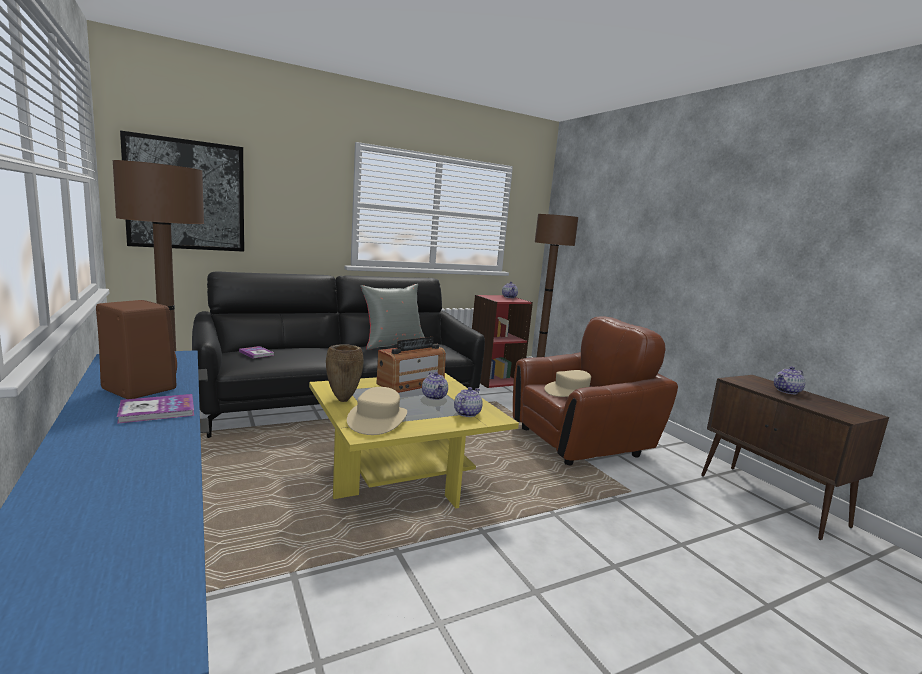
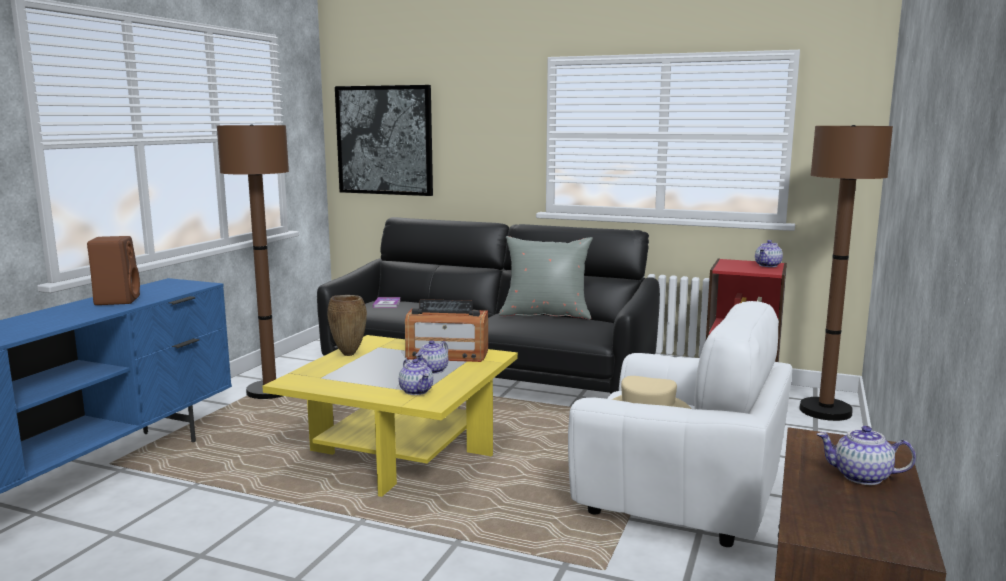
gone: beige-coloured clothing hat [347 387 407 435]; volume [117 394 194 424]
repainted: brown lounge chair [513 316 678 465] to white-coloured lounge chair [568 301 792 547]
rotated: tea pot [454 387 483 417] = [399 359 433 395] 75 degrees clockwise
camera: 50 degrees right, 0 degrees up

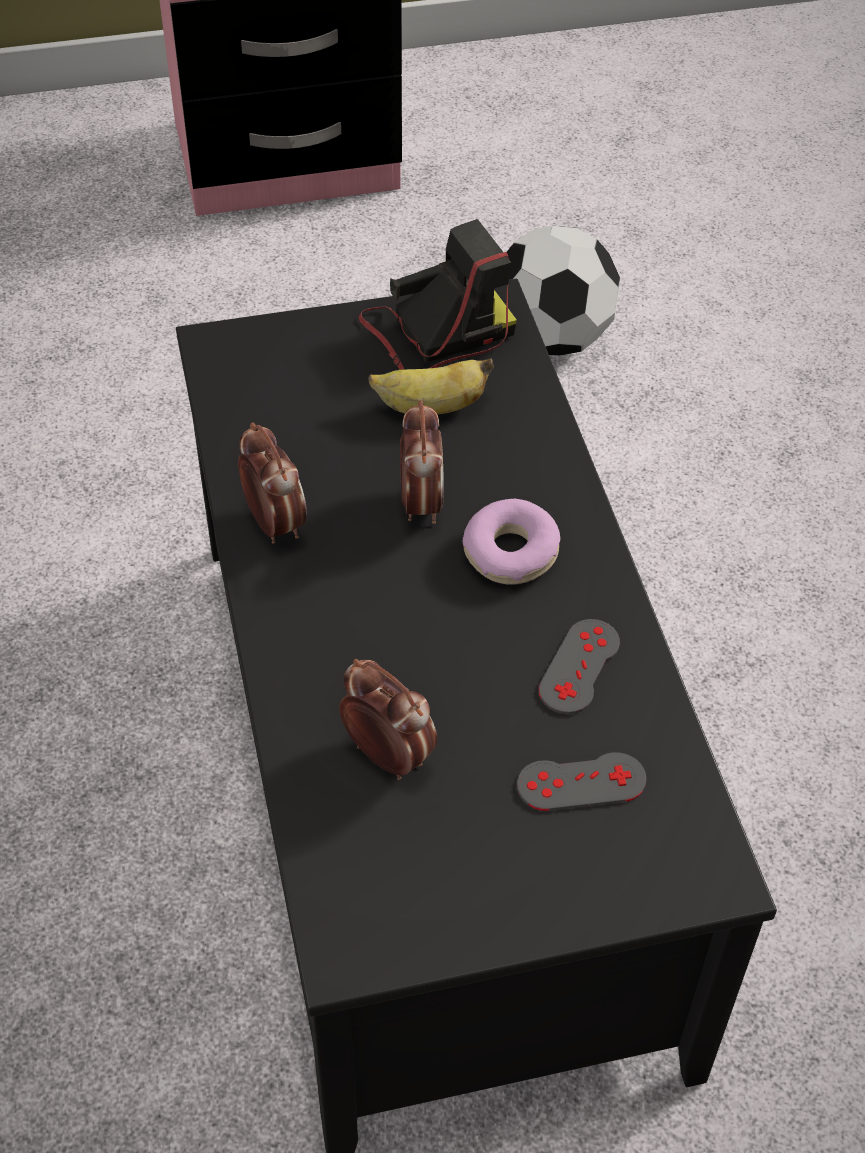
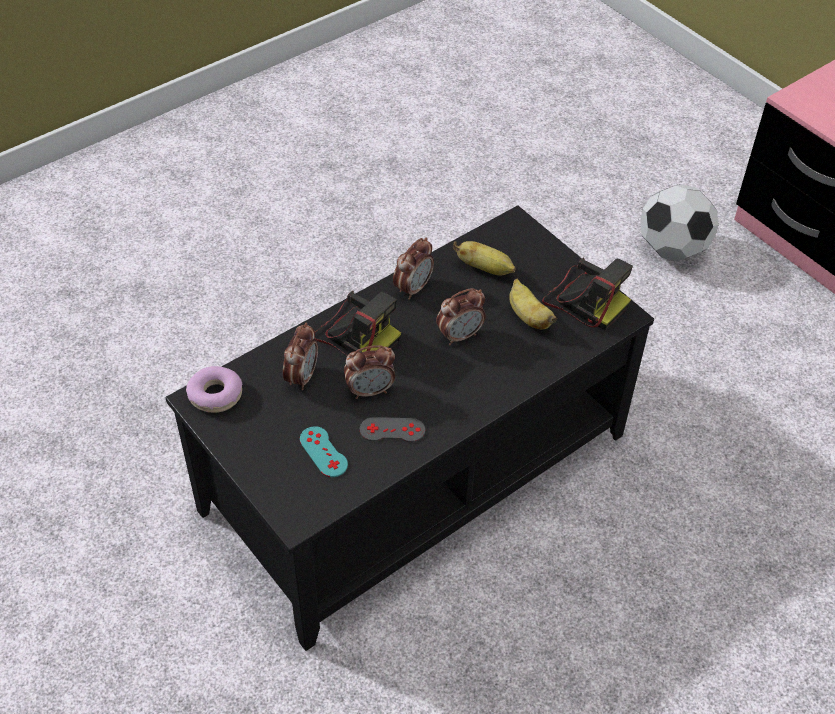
new: banana fruit [453 241 515 275]; photo camera [314 291 401 356]; table clock [344 345 395 399]
shifted: football [507 226 620 356] to [640 184 718 262]; ring doughnut [463 499 560 584] to [186 366 242 413]
repainted: gray game controller [517 752 646 811] to turquoise game controller [300 426 348 477]
camera: 65 degrees right, 0 degrees up

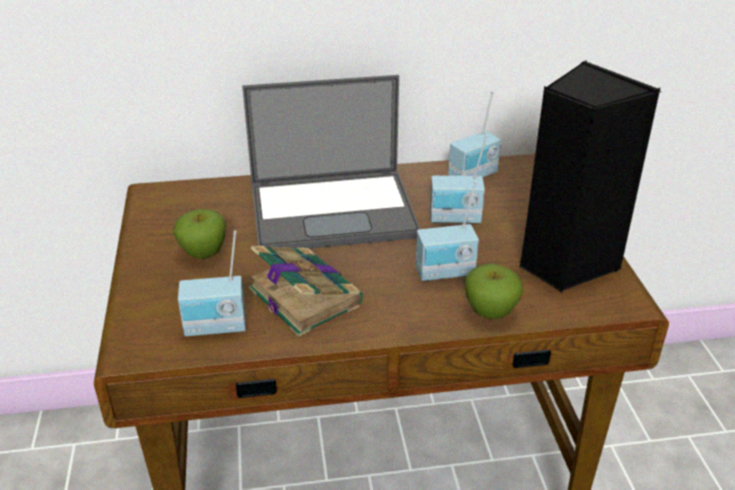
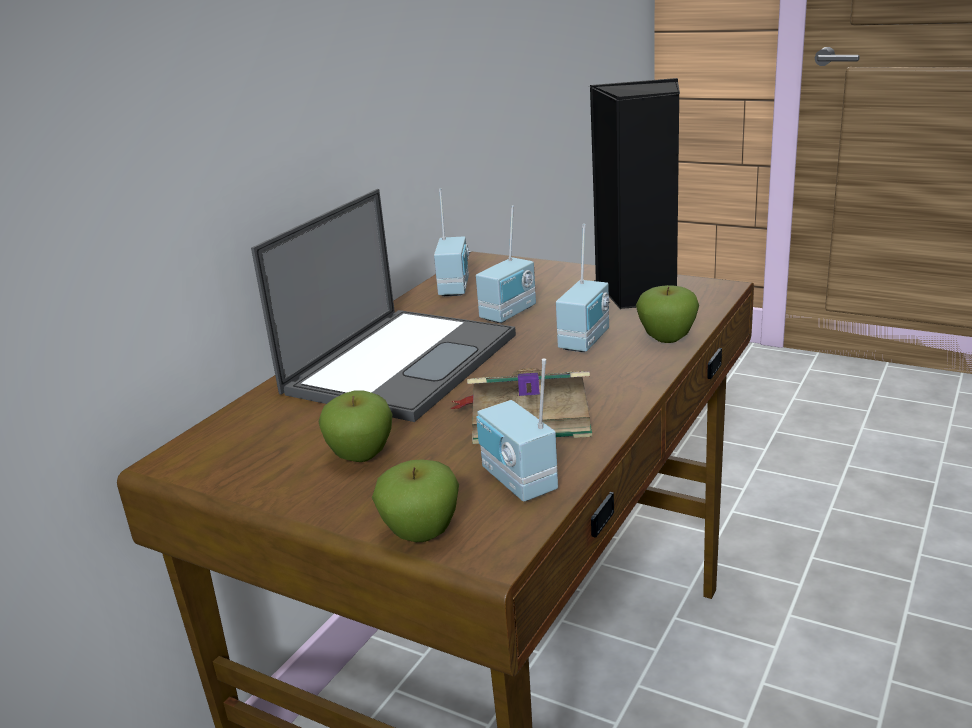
new: apple fruit [372 459 459 542]
rotated: radio receiver [178 231 246 336] = [476 358 558 502] 120 degrees clockwise
camera: 50 degrees left, 10 degrees down

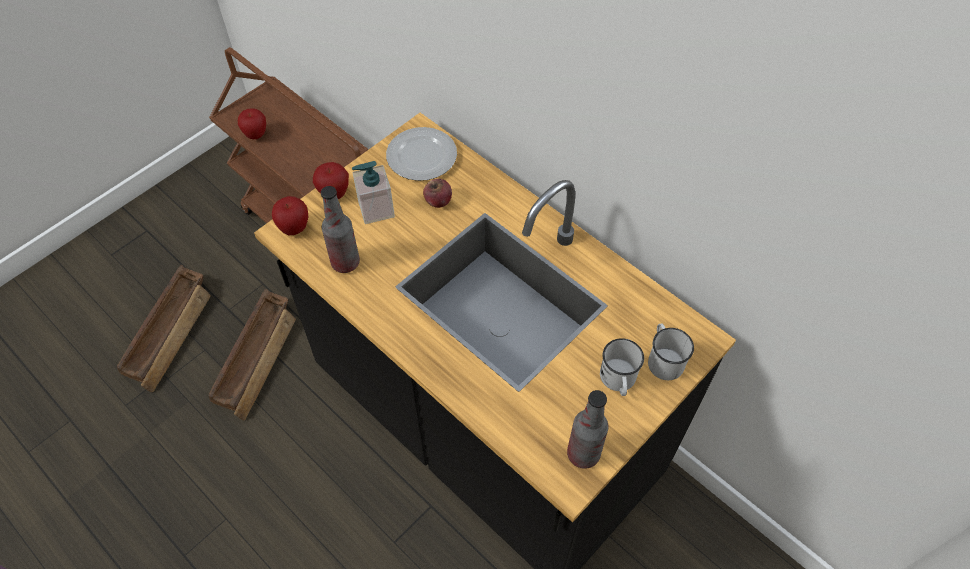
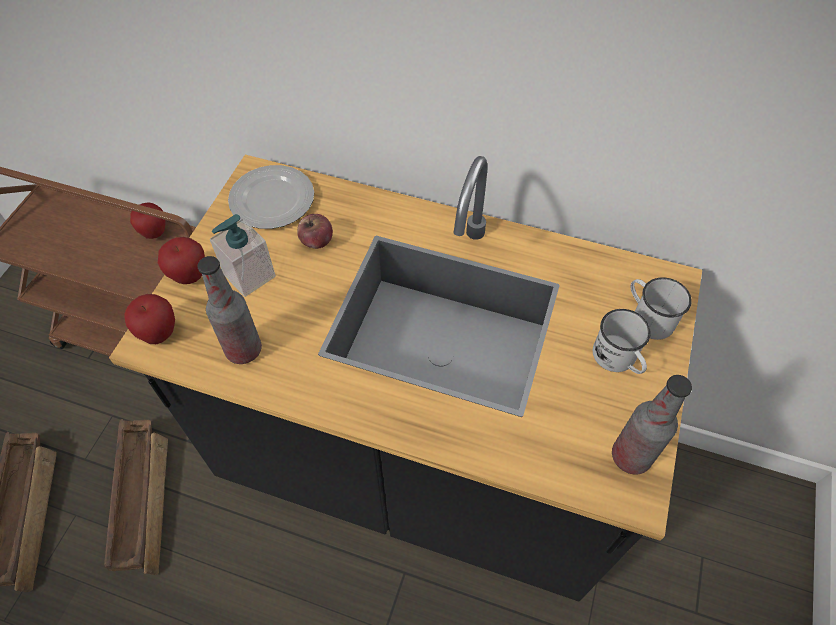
shifted: apple fruit [238 108 266 139] to [130 202 166 239]
camera: 25 degrees left, 0 degrees up

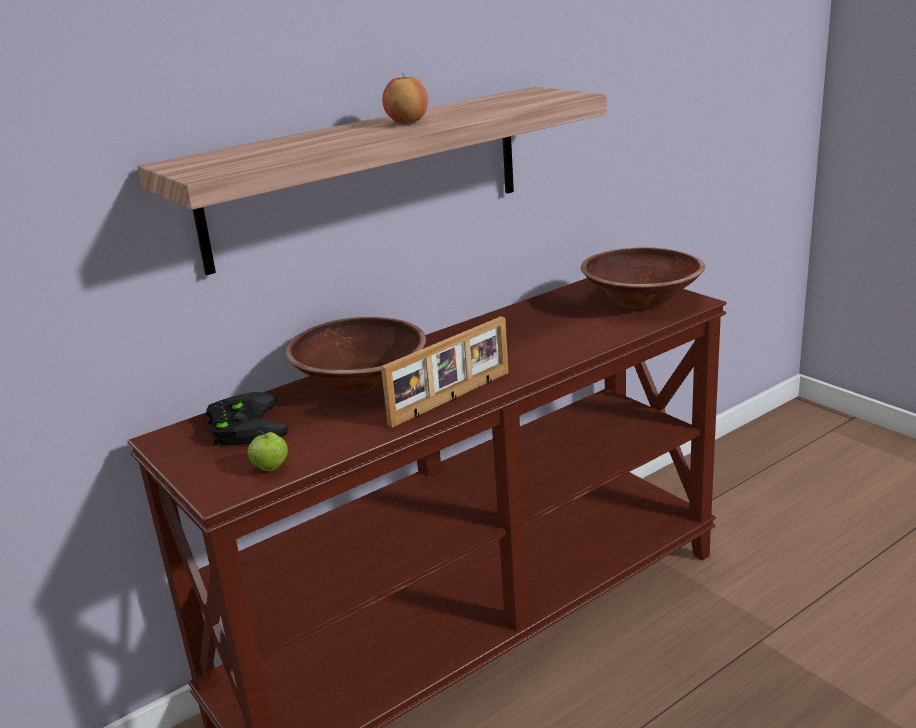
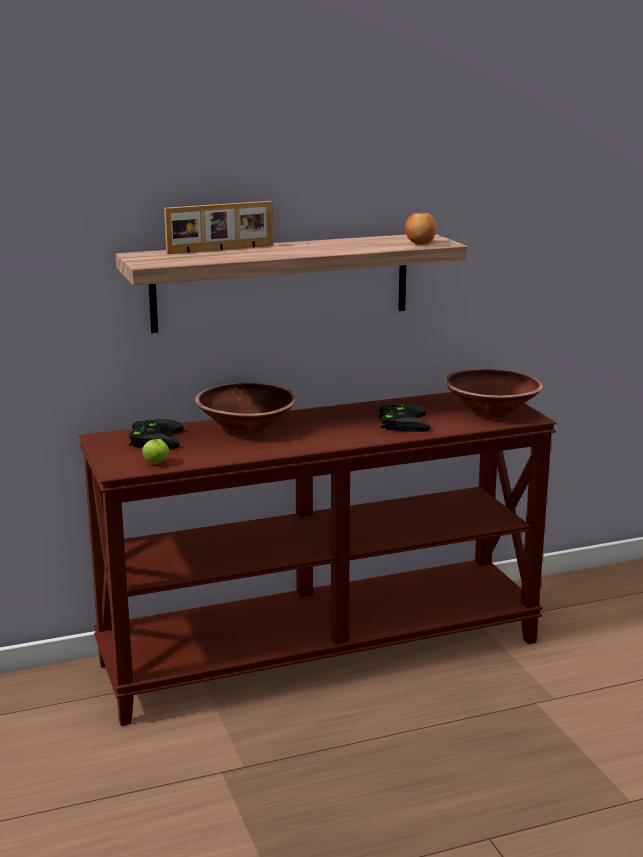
new: black game controller [379 404 431 432]
shifted: apple fruit [382 74 428 124] to [405 212 437 244]; picture frame [381 316 509 428] to [164 201 273 254]
camera: 15 degrees right, 5 degrees down

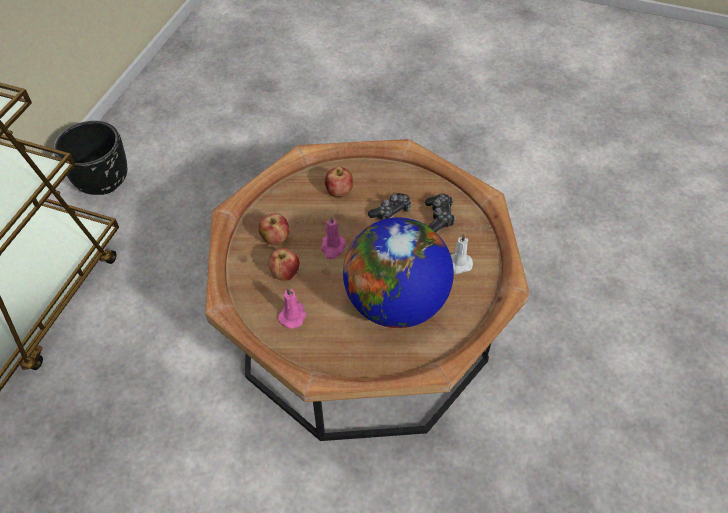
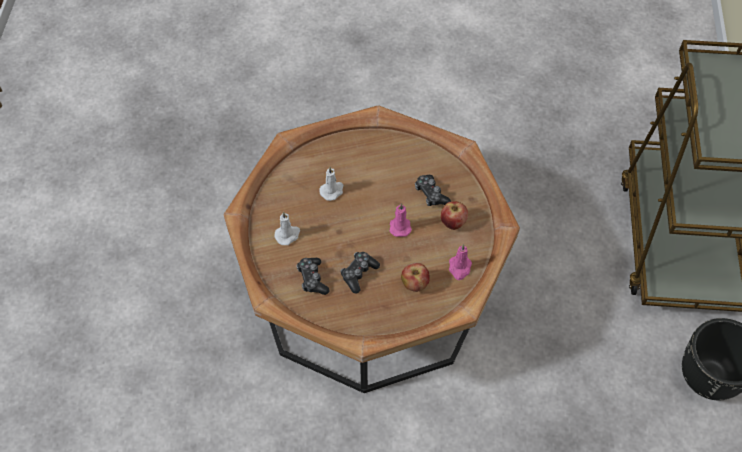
shifted: pink-coloured wax light [278 287 307 329] to [449 244 472 280]
swapped: desk globe [343 218 454 328] to white-coloured wax light [319 167 343 201]; apple fruit [268 248 300 281] to game controller [415 175 451 206]
camera: 165 degrees right, 5 degrees up

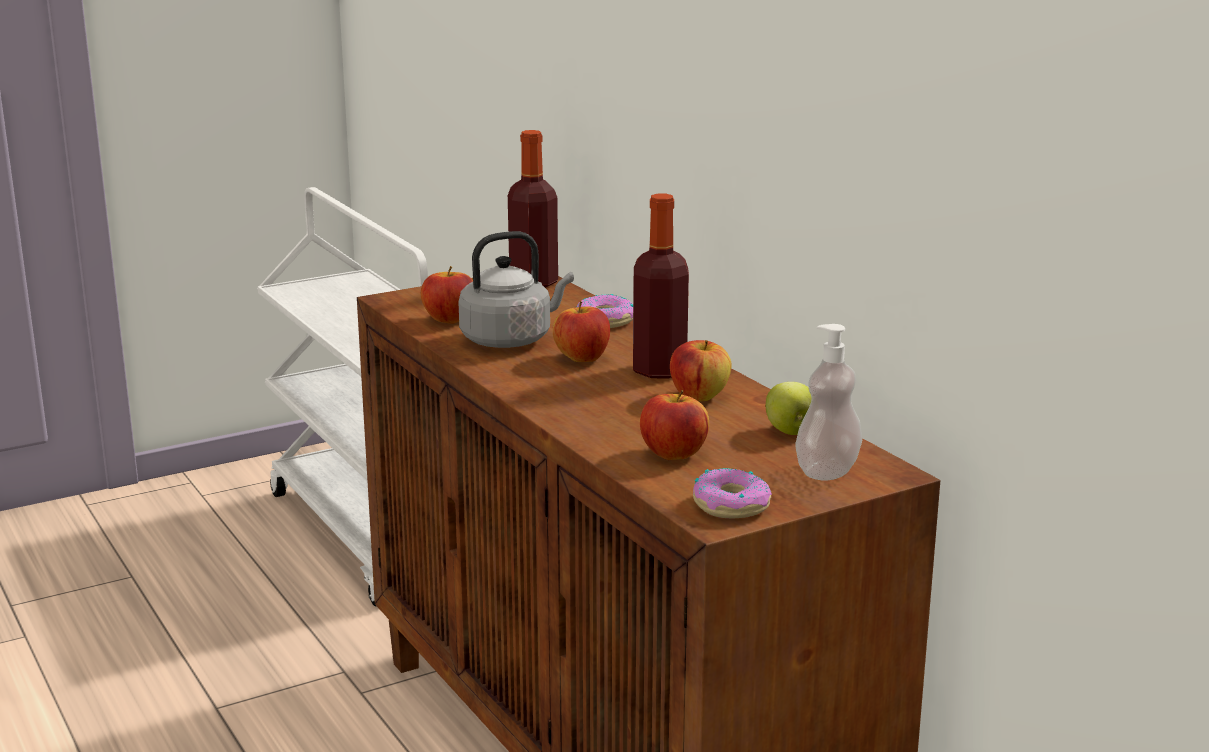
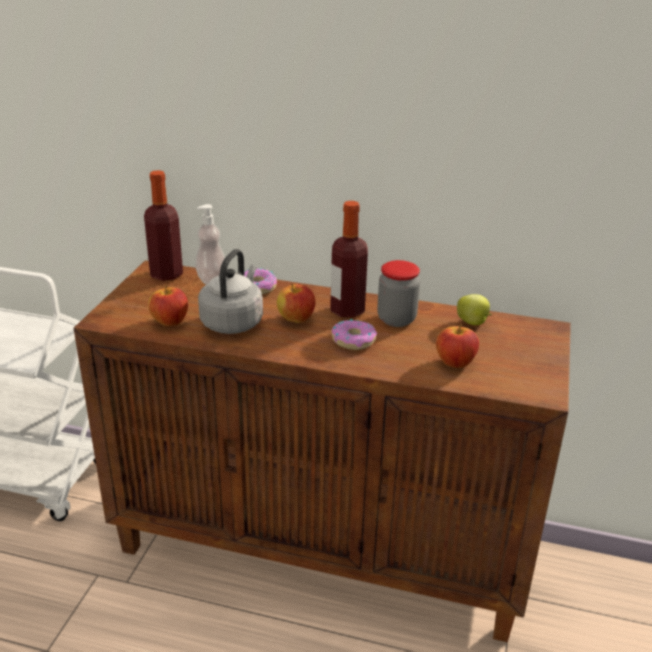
shifted: soap bottle [795 324 862 481] to [195 204 225 285]; ring doughnut [693 468 772 519] to [332 319 377 350]
swapped: apple fruit [670 340 732 401] to jar [377 260 420 327]
camera: 45 degrees left, 10 degrees up

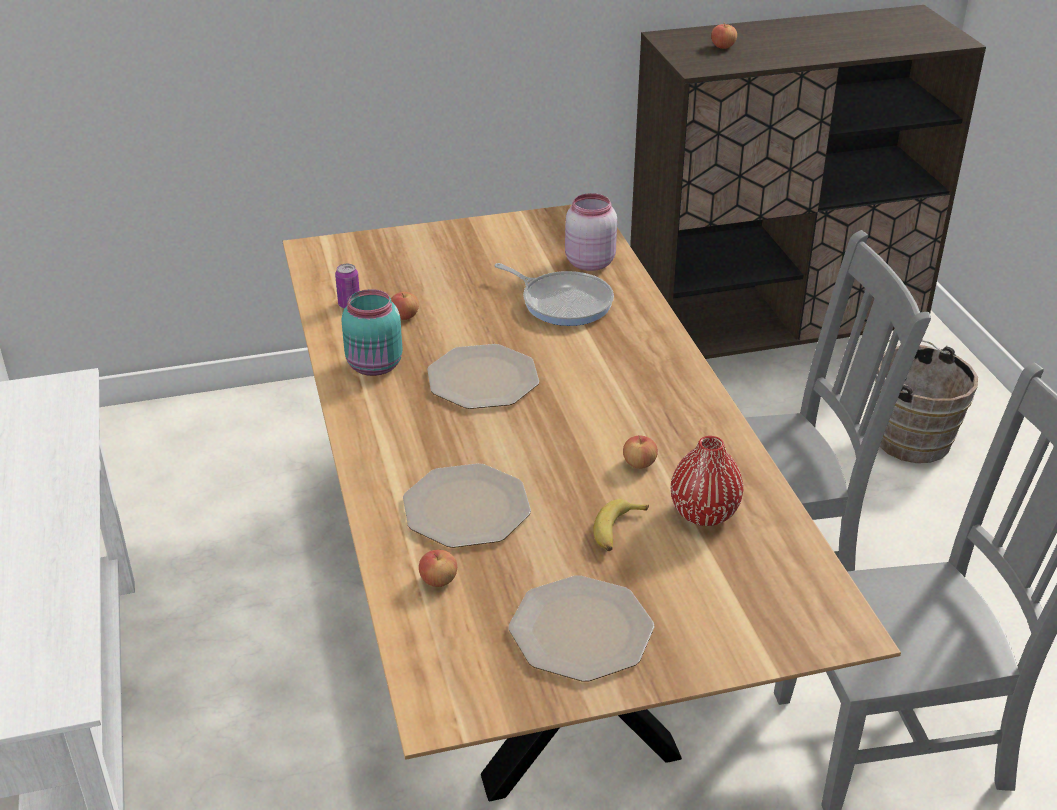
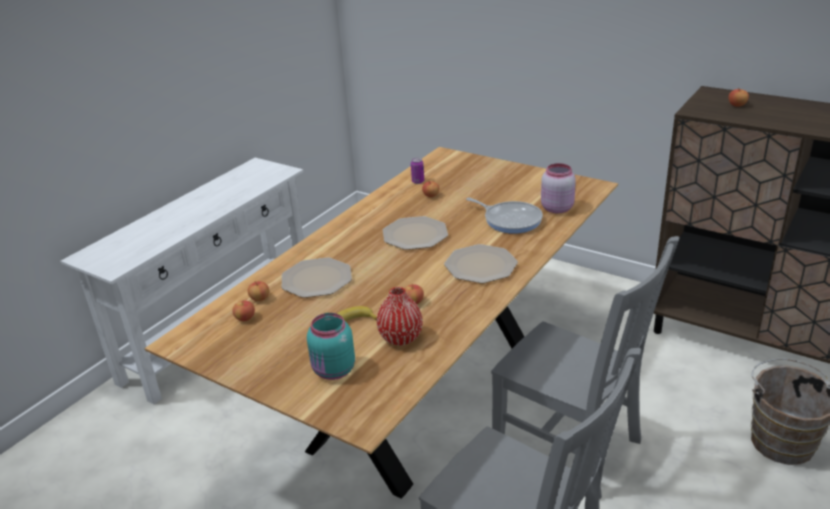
new: apple fruit [232 300 255 321]
shifted: turquoise jar [341 289 402 376] to [307 313 355 380]; dinner plate [509 575 654 682] to [444 244 518 283]
rotated: pan [494 263 614 326] = [466 197 543 234] 45 degrees counterclockwise
camera: 50 degrees right, 5 degrees down

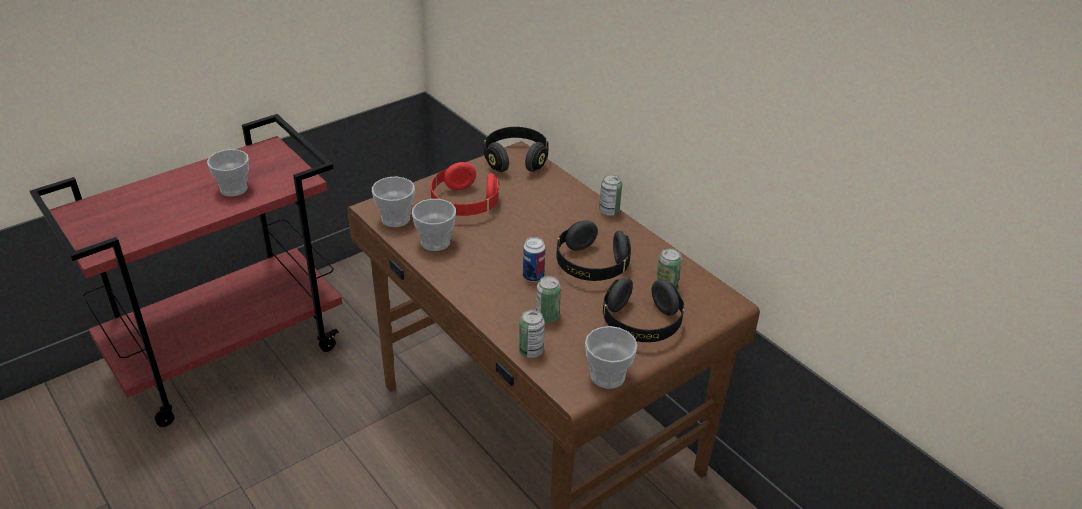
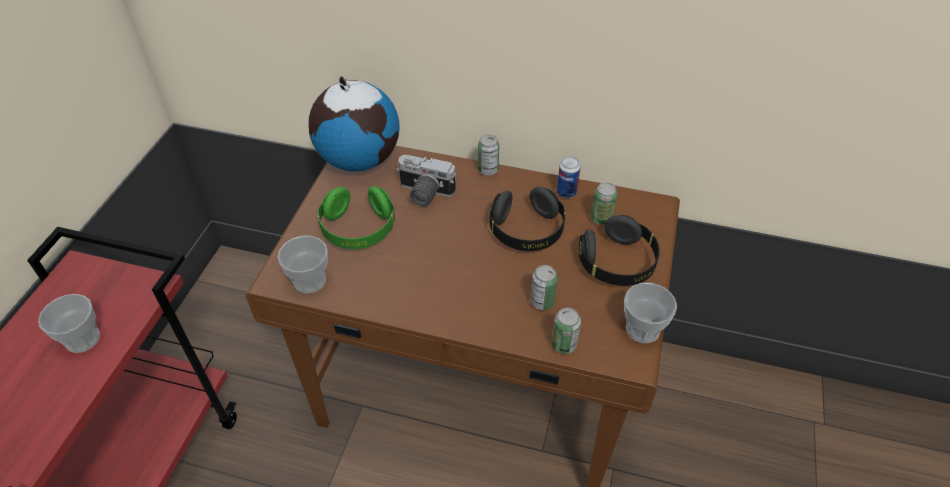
gone: cup [412 199 456 251]
new: photo camera [396 155 456 207]
shifted: metal can [523 237 545 282] to [557 156 580 198]
swapped: black headphones [484 127 549 172] to desk globe [308 76 400 171]
repainted: red-coloured headphones [431 162 499 216] to greenish headphones [318 186 395 249]
camera: 35 degrees left, 10 degrees up

